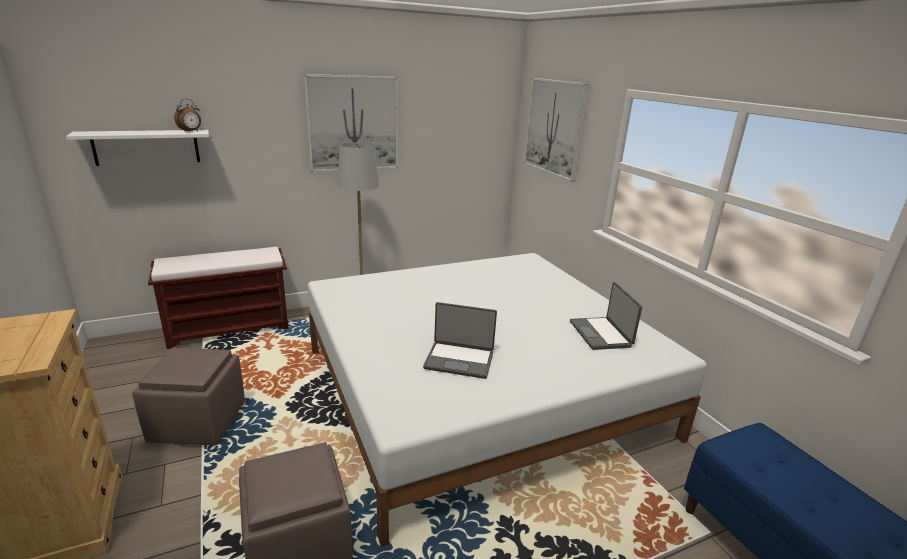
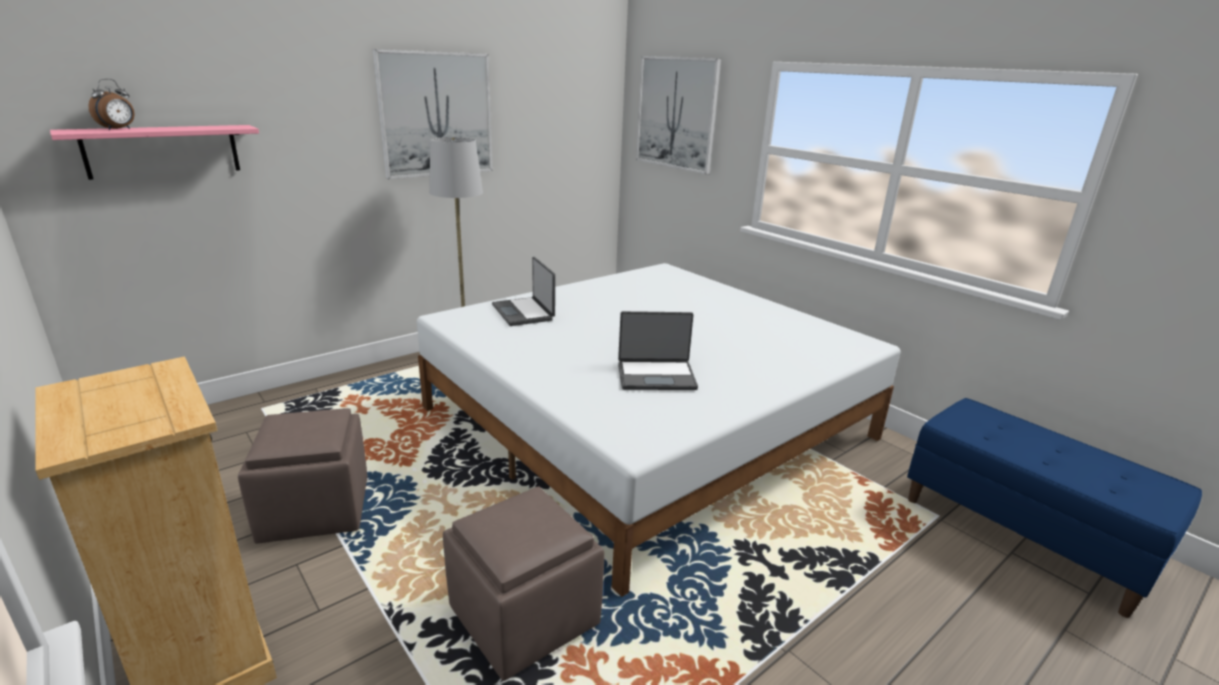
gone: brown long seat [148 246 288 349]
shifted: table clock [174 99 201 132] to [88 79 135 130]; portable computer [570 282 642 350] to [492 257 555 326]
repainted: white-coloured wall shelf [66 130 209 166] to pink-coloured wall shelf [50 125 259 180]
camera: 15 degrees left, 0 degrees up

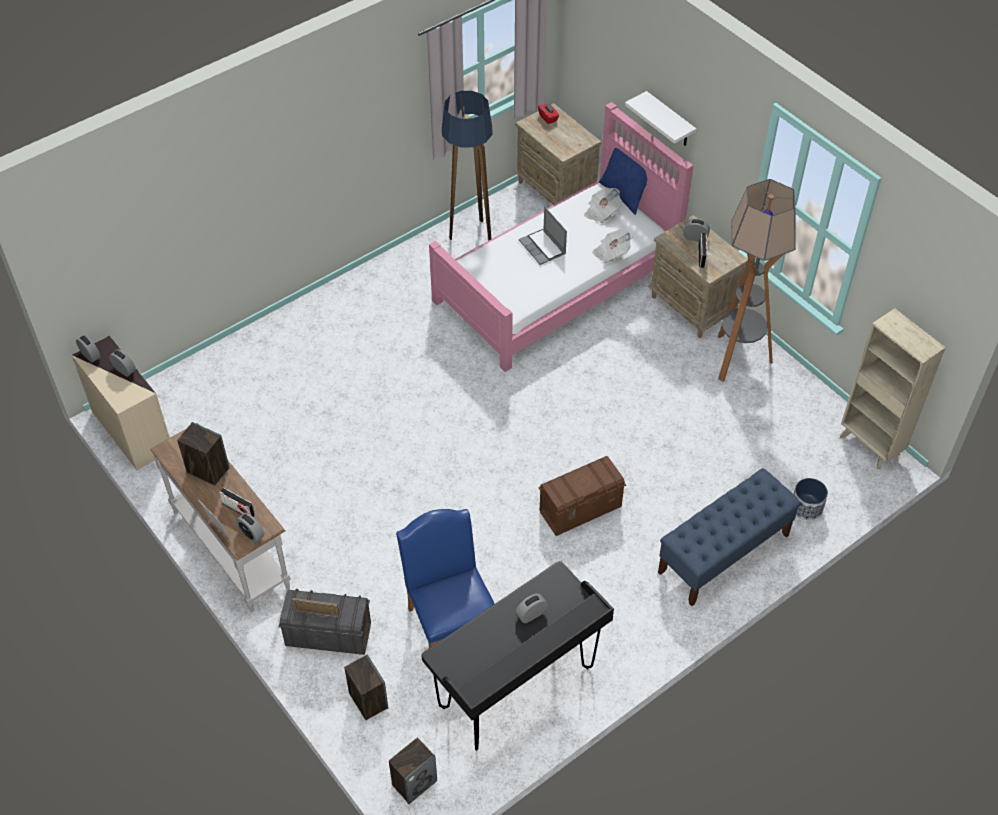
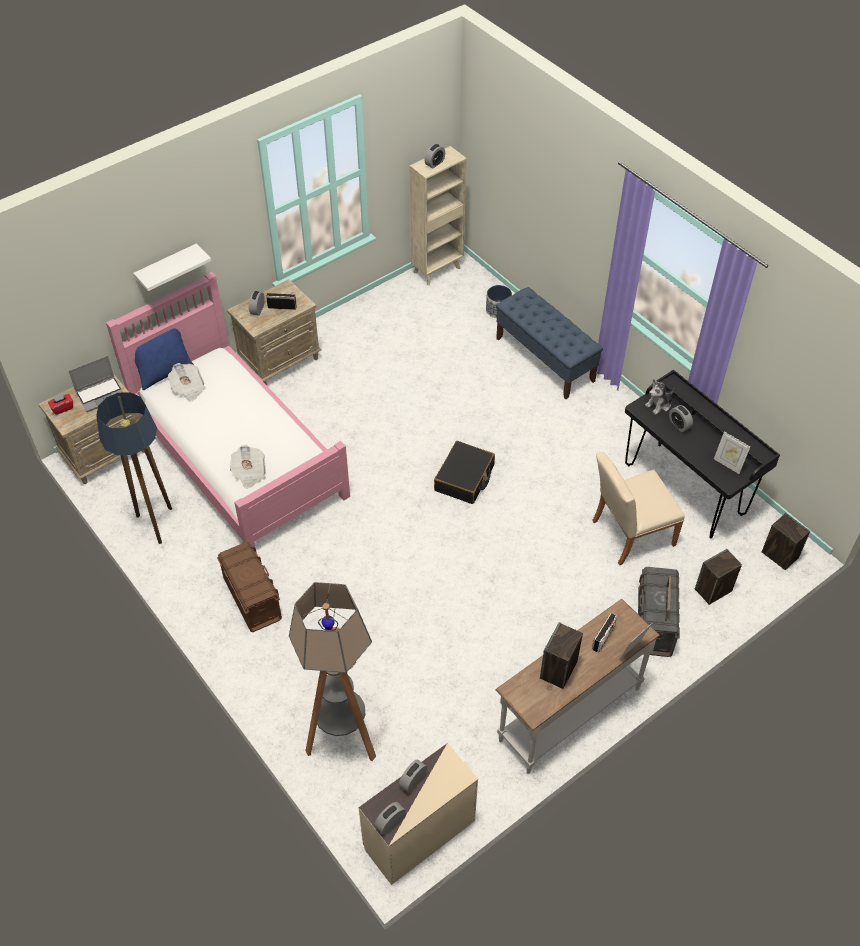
new: cuddly toy [645 379 675 415]; picture frame [714 432 750 474]; black suitcase [434 441 495 504]
shifted: floor lamp [717 179 796 382] to [289 582 376 761]; portable computer [519 207 567 265] to [69 356 124 412]; printed paper [592 229 632 264] to [230 445 266 489]; brown storage container [539 456 626 536] to [217 542 282 632]; table clock [236 512 264 543] to [424 144 445 168]
repainted: blue chair [396 509 494 648] to beige-coloured chair [592 451 685 565]
camera: 90 degrees left, 0 degrees up

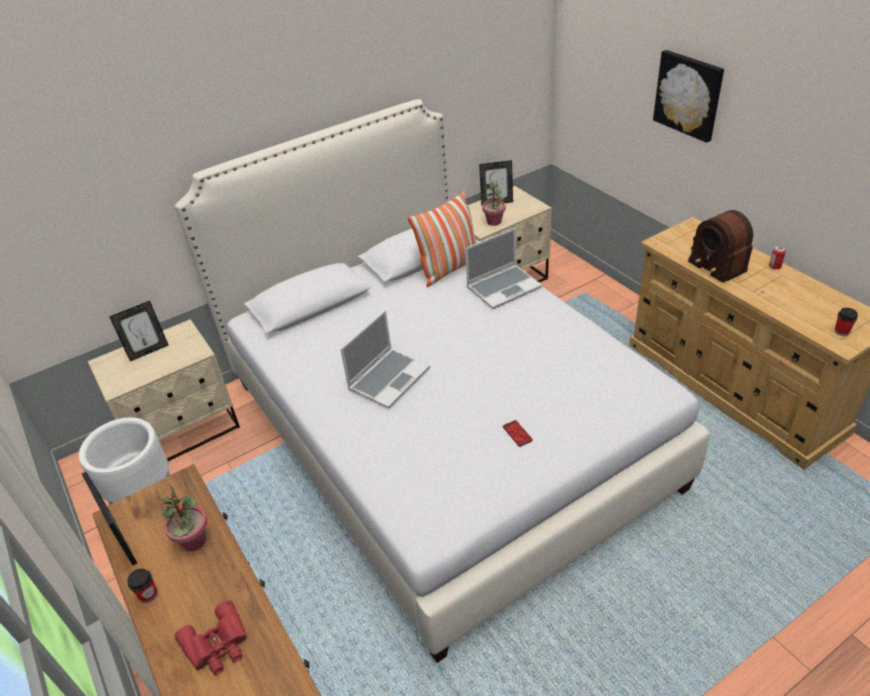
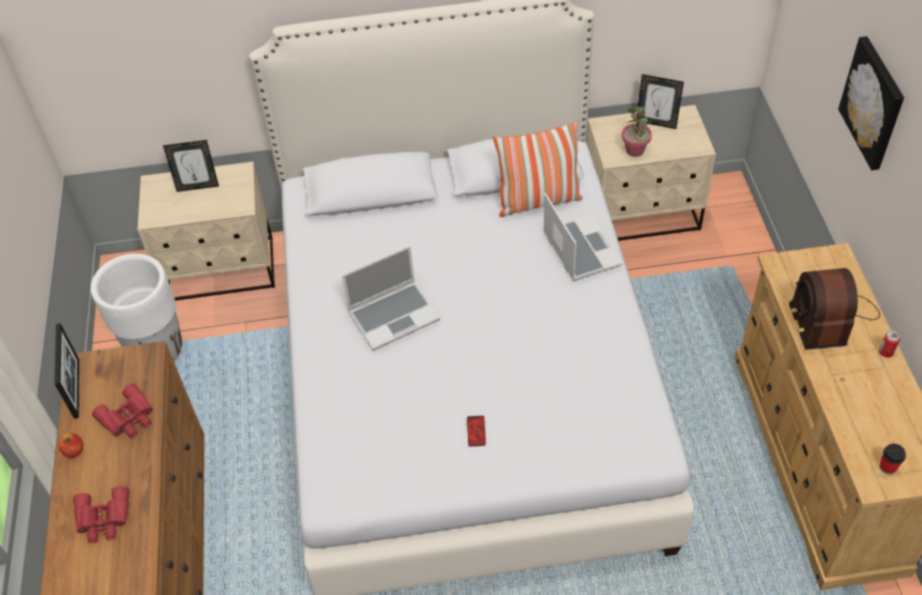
swapped: plant in a pot [160 484 207 551] to red-coloured pair of binoculars [92 383 153 438]; cup [128 568 158 603] to apple fruit [58 433 83 458]
rotated: portable computer [465 228 542 309] = [543 193 623 281] 105 degrees counterclockwise
camera: 25 degrees right, 10 degrees up

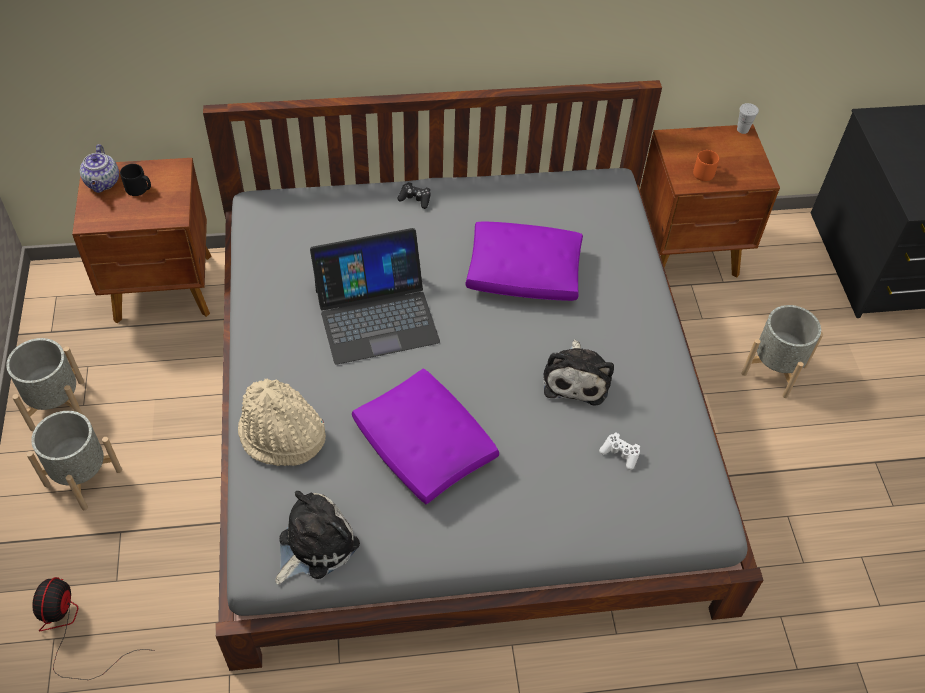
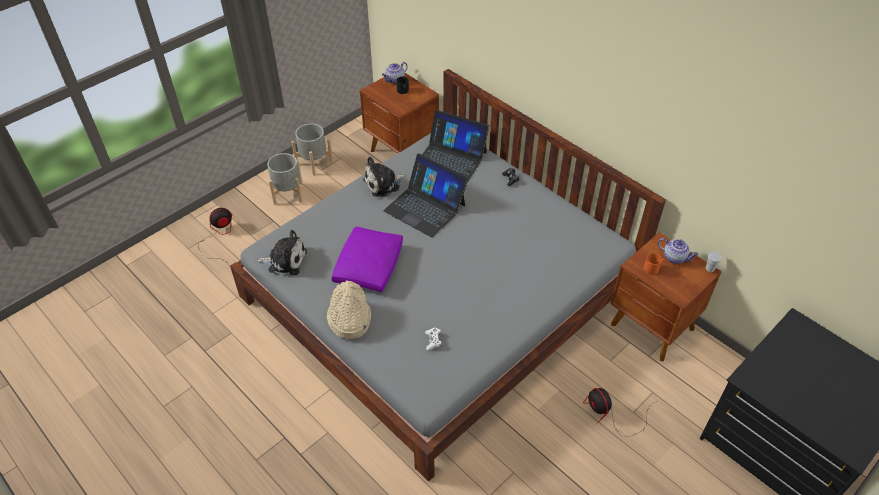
gone: purple cushion [466 222 583 301]
new: portable computer [413 110 489 183]; tea pot [658 238 699 264]
shifted: cuddly toy [543 340 614 406] to [363 156 406 197]; beige-coloured clothing hat [238 379 326 466] to [327 280 371 339]
swapped: gray plant pot [741 305 823 398] to fan [583 388 658 437]
camera: 55 degrees right, 5 degrees down

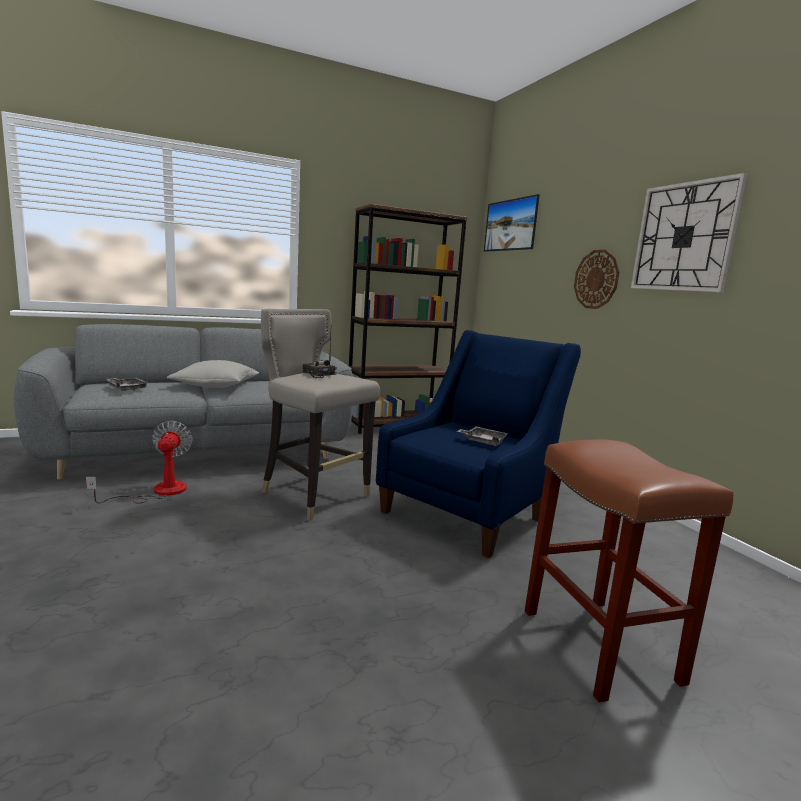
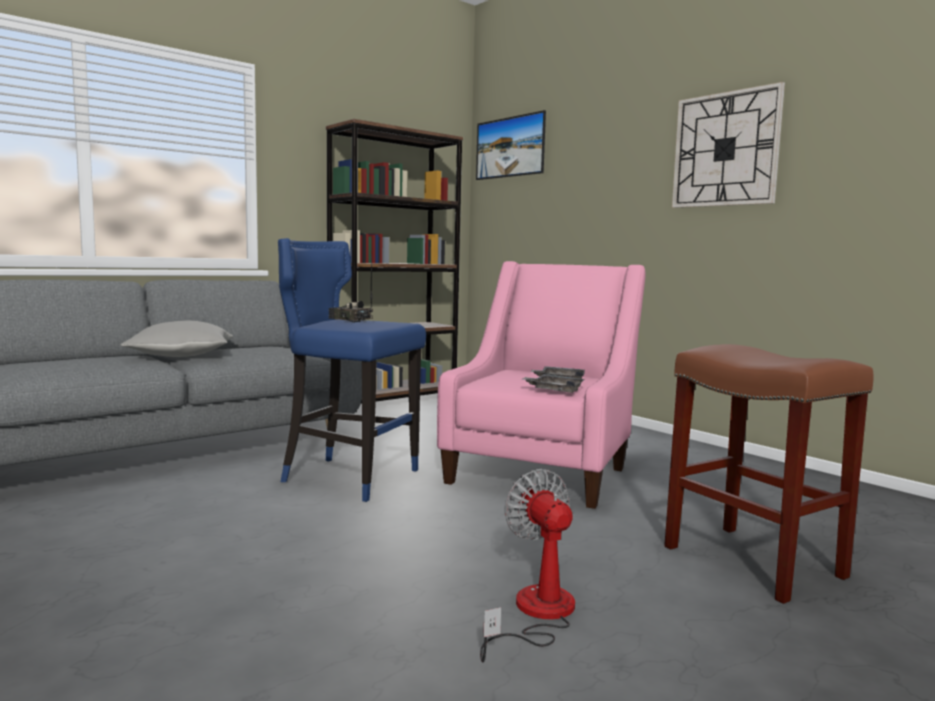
gone: wall clock [574 250 619 309]
shifted: gray carrying tray [107 377 148 391] to [523 374 585 393]; fan [86 421 192 503] to [480 469 575 662]
repainted: gray sitting stool [261 309 380 521] to blue sitting stool [278 238 426 502]; blue lounge chair [376 330 581 558] to pink-coloured lounge chair [437 261 645 509]
camera: 15 degrees left, 5 degrees down

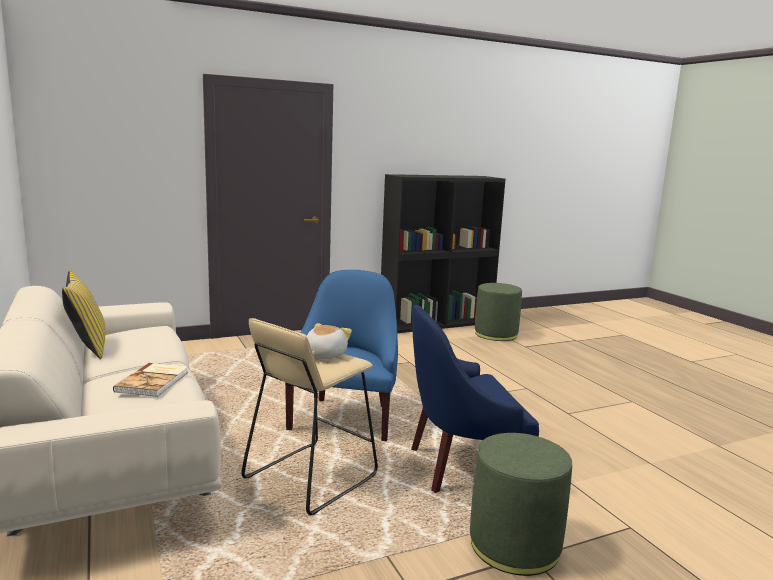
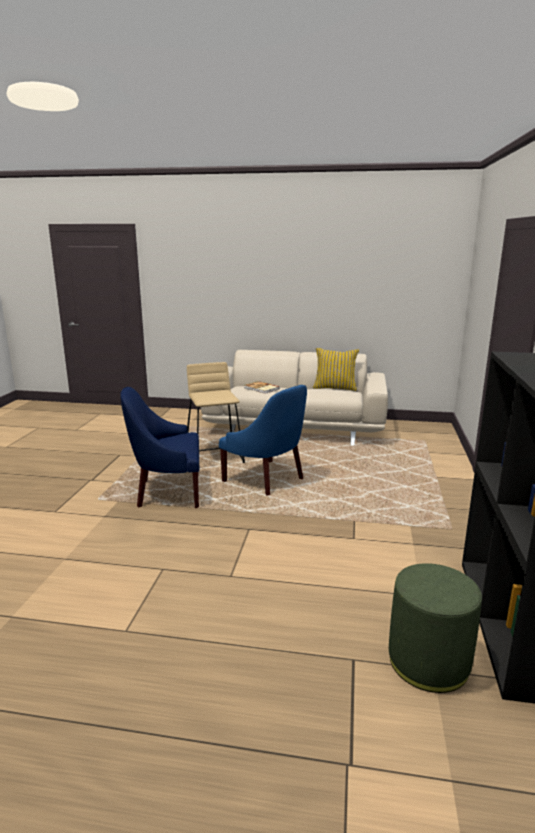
gone: cuddly toy [307 323 352 359]; greenish ottoman [470 433 572 576]
rotated: blue lounge chair [411 305 539 493] = [121 387 199 508] 120 degrees counterclockwise
camera: 125 degrees right, 5 degrees up

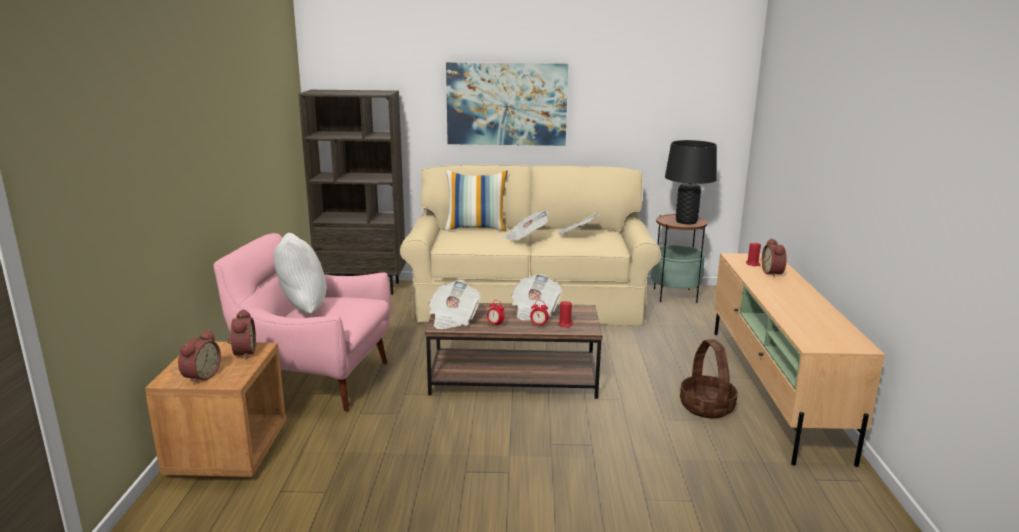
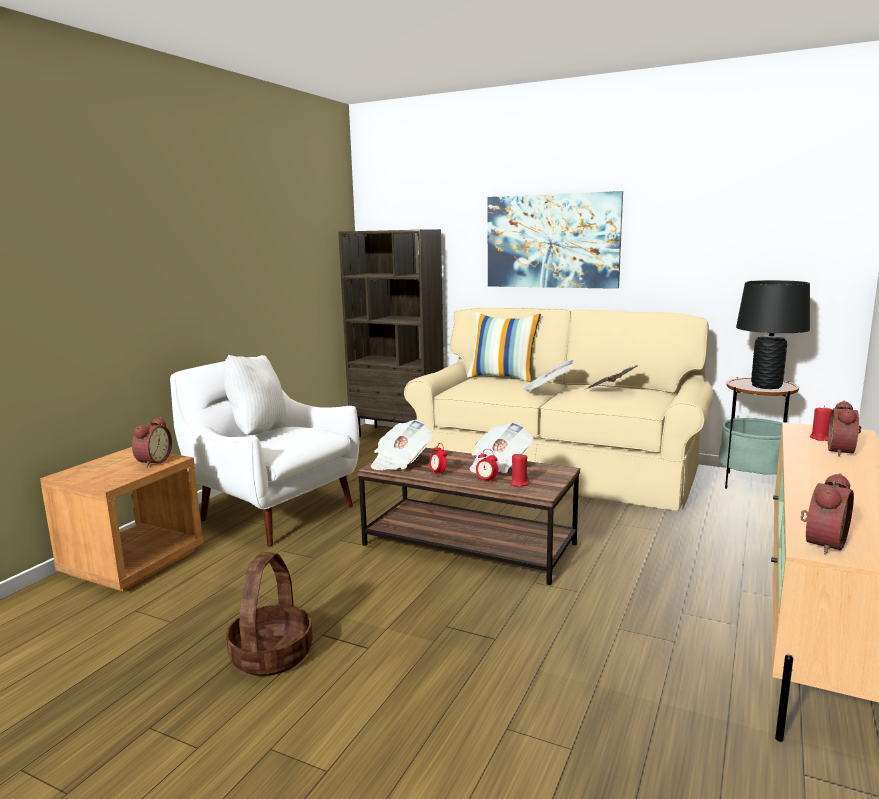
shifted: table clock [178 330 221 385] to [800 473 854 555]; household basket [680 339 738 418] to [226 552 313 676]
repainted: pink-coloured lounge chair [214 233 391 412] to white-coloured lounge chair [170 357 359 547]
camera: 25 degrees right, 5 degrees down

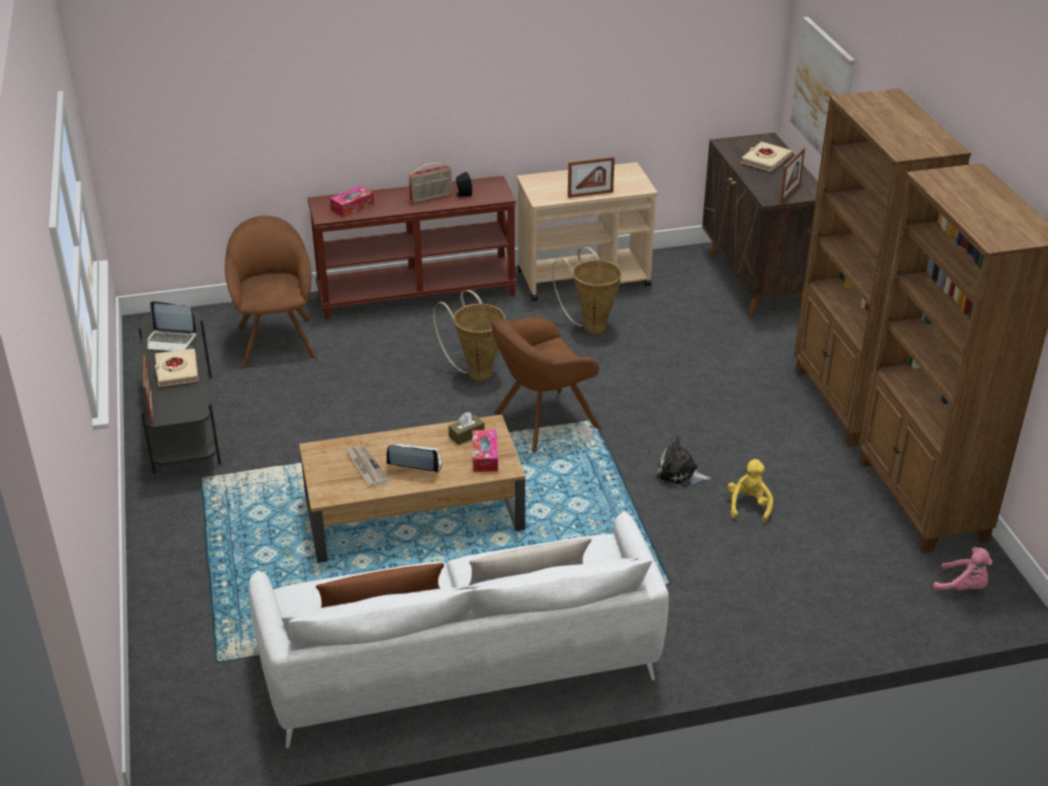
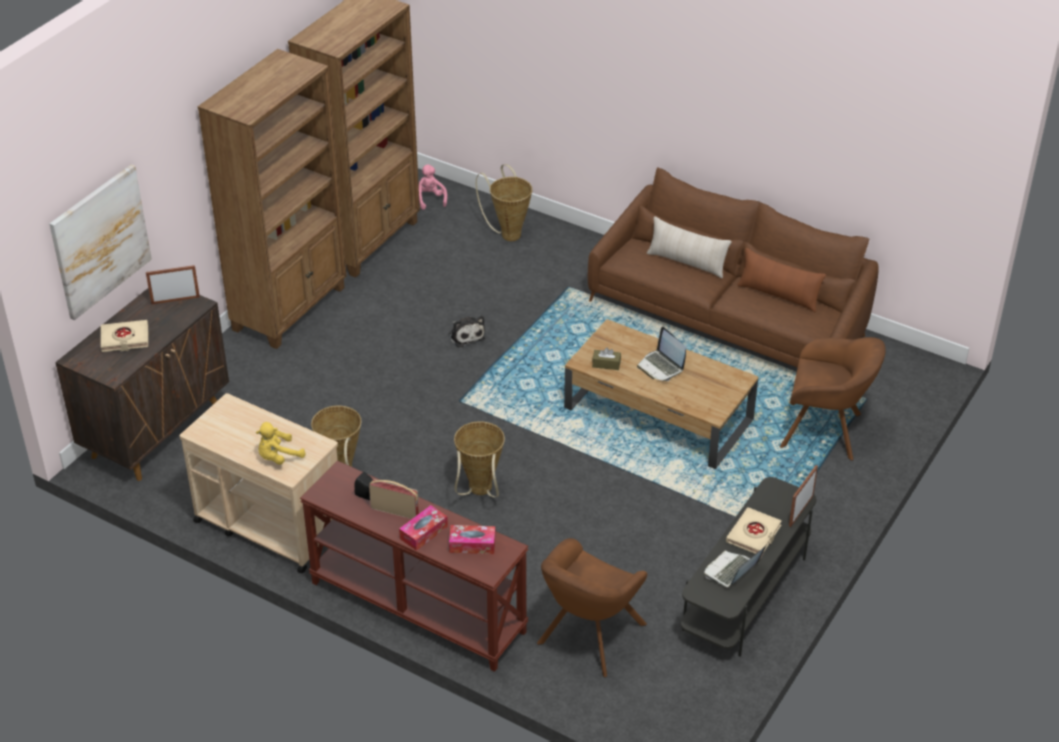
gone: picture frame [568 157 615 198]; printed paper [346 446 390 487]
new: household basket [476 164 532 241]
shifted: brown lounge chair [491 317 602 453] to [780 337 886 461]; box of tissues [472 430 498 472] to [399 505 448 551]; yellow cuddly toy [728 459 773 523] to [256 422 305 465]
repainted: white-coloured sofa [249 510 669 748] to brown sofa [588 167 879 368]
rotated: portable computer [147 301 197 353] = [704 545 766 587] 105 degrees counterclockwise
camera: 135 degrees left, 5 degrees up

